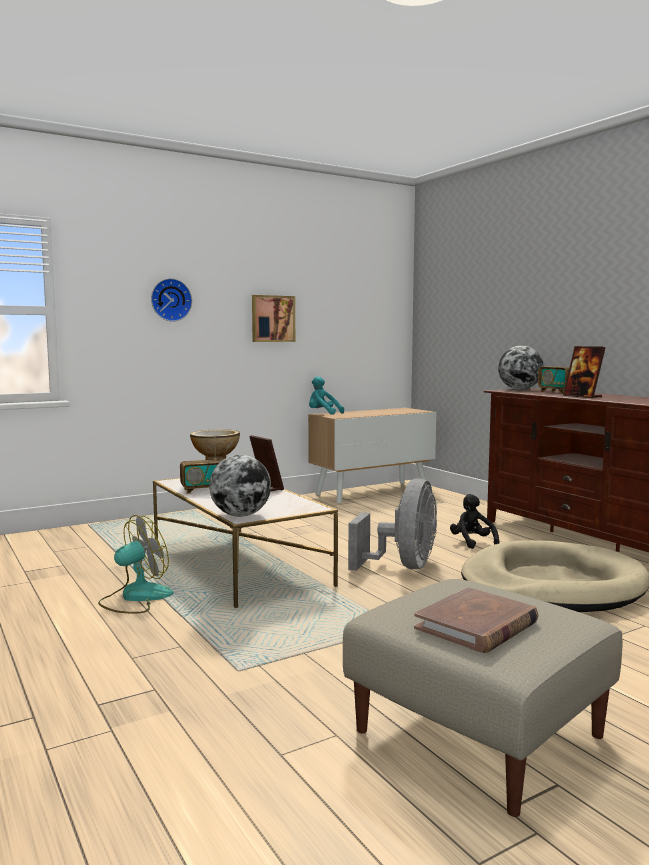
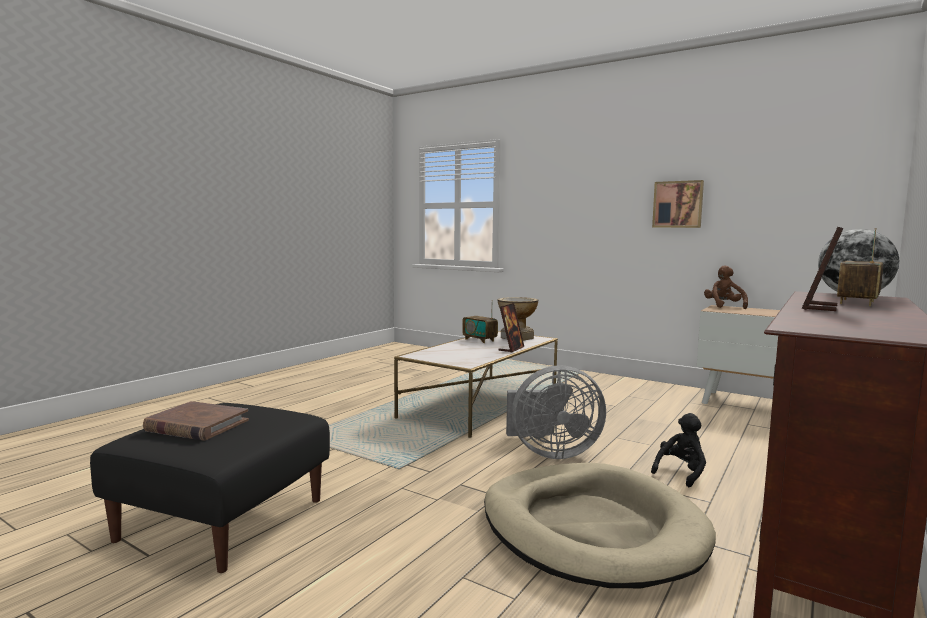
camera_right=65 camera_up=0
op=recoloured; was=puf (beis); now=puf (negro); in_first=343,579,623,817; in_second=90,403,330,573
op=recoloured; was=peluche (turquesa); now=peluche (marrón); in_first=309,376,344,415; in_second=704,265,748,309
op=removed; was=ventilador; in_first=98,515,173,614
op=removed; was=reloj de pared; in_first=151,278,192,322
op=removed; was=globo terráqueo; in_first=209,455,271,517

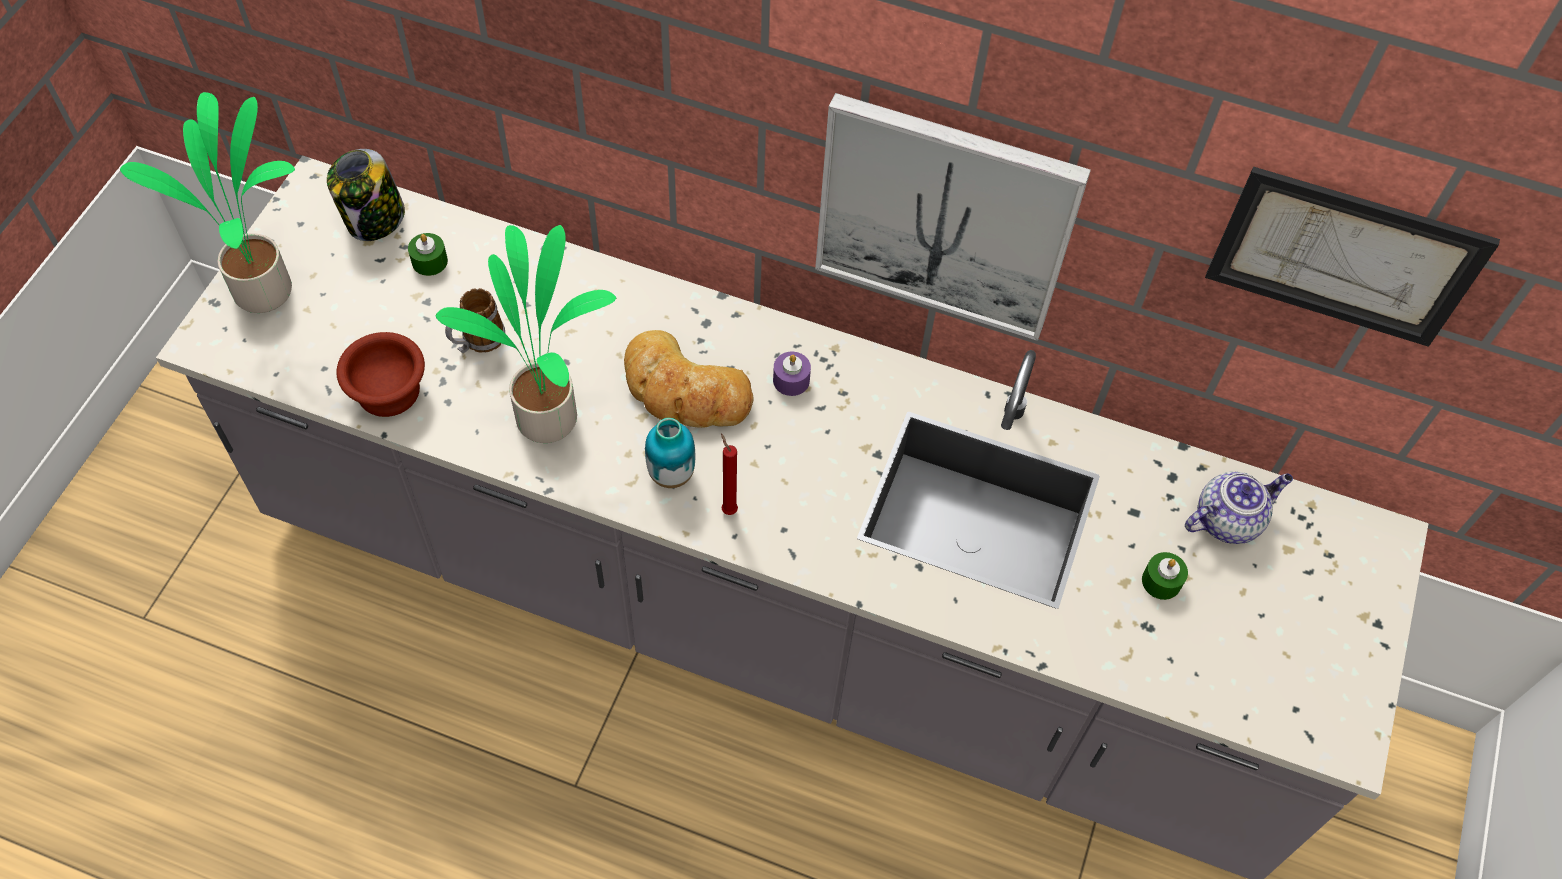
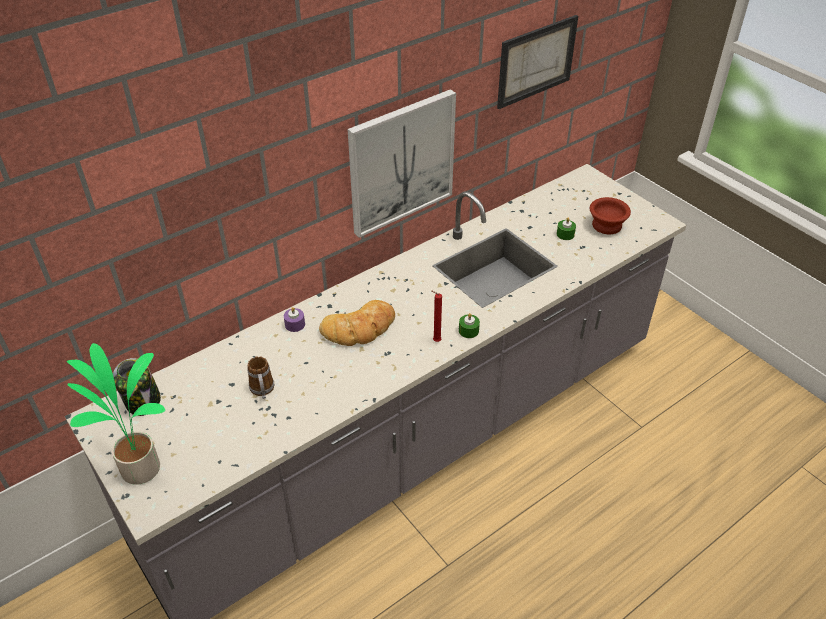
camera_right=-55 camera_up=-15
op=moved; was=vela (morado); in_first=773,352,811,396; in_second=284,307,305,332
op=moved; was=vela (verde); in_first=408,233,448,276; in_second=459,313,480,338
op=moved; was=cuenco (marrón); in_first=336,332,425,417; in_second=590,197,631,234
op=removed; was=planta en maceta; in_first=436,225,616,443
op=removed; was=florero; in_first=645,418,696,488
op=removed; was=tetera; in_first=1185,472,1293,544

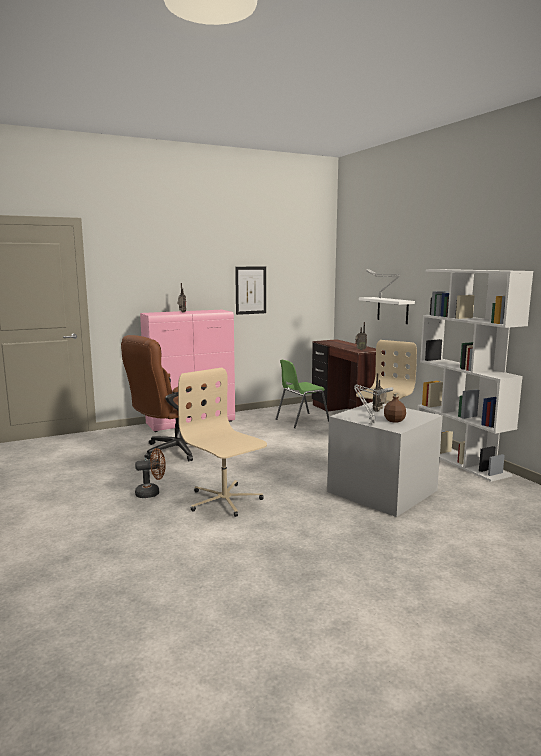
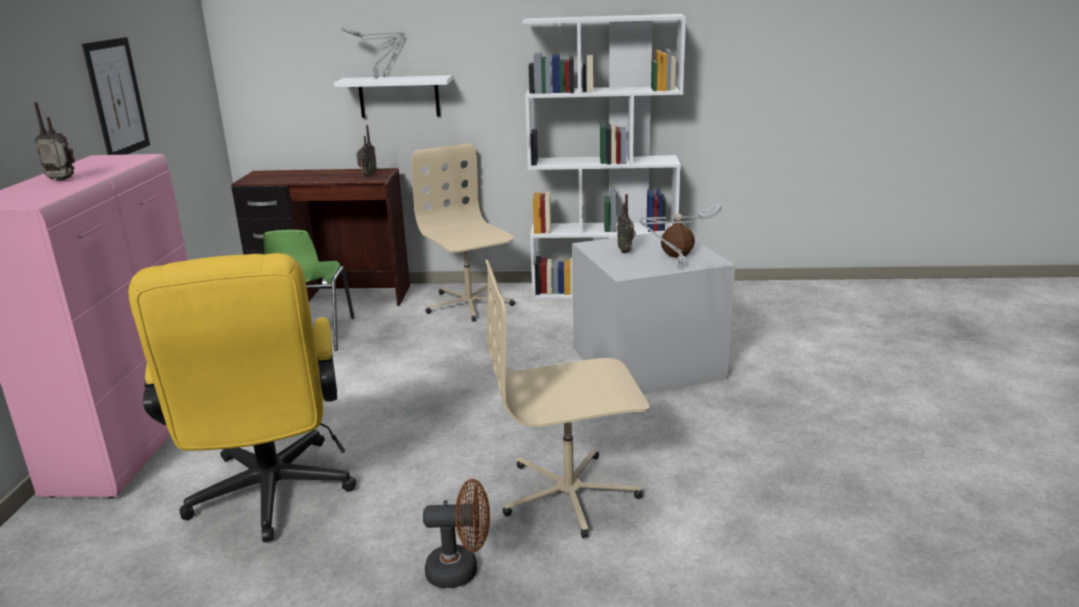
camera_right=-60 camera_up=10
op=recoloured; was=silla de oficina (marrón); now=silla de oficina (amarillo); in_first=121,335,206,461; in_second=128,253,356,542
op=turned; was=ventilador (marrón); in_first=135,448,166,498; in_second=423,479,490,588; clockwise=75

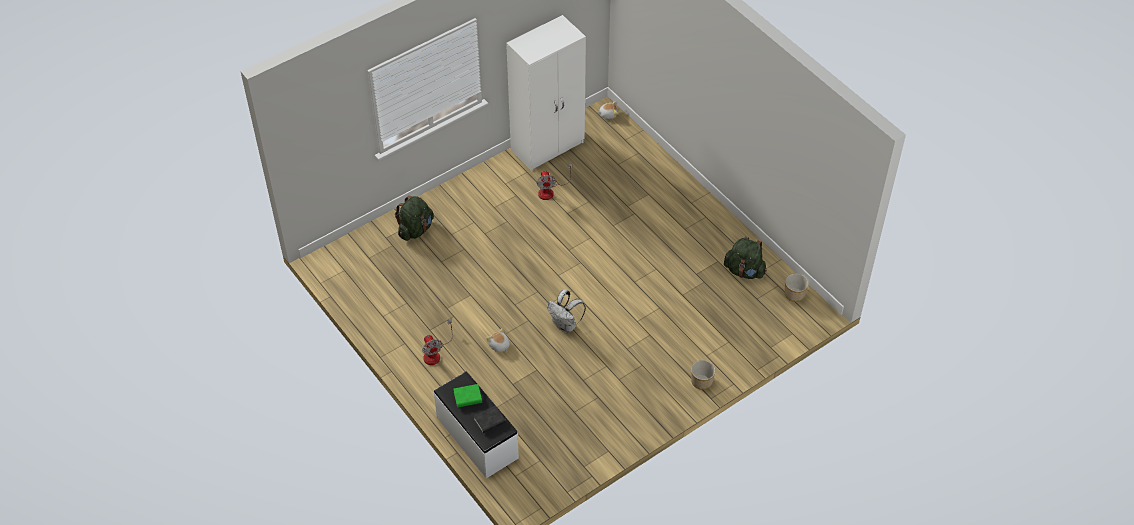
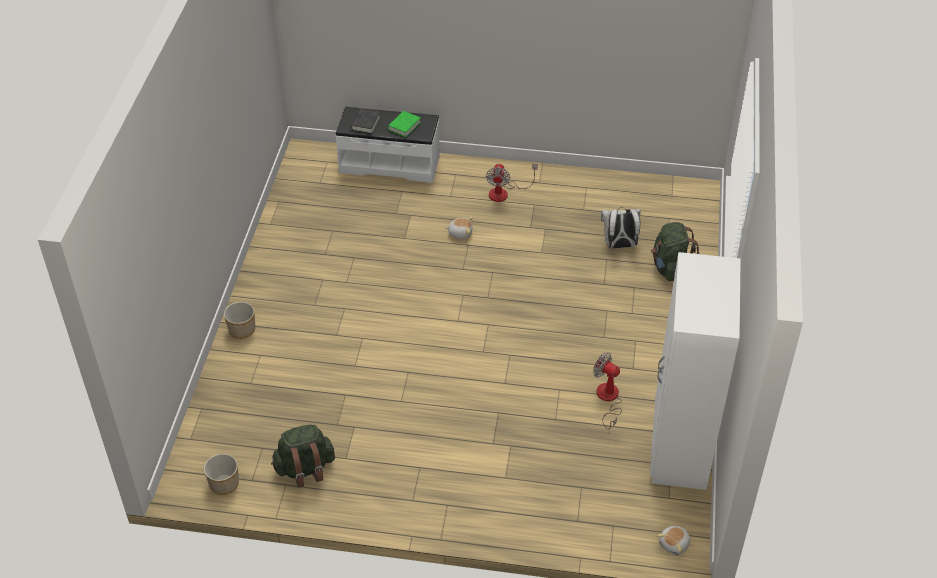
camera_right=135 camera_up=-5
op=turned; was=ventilador; in_first=422,319,453,365; in_second=486,164,538,202; clockwise=-105
op=moved; was=mochila (blanco); in_first=548,290,586,333; in_second=601,207,641,249

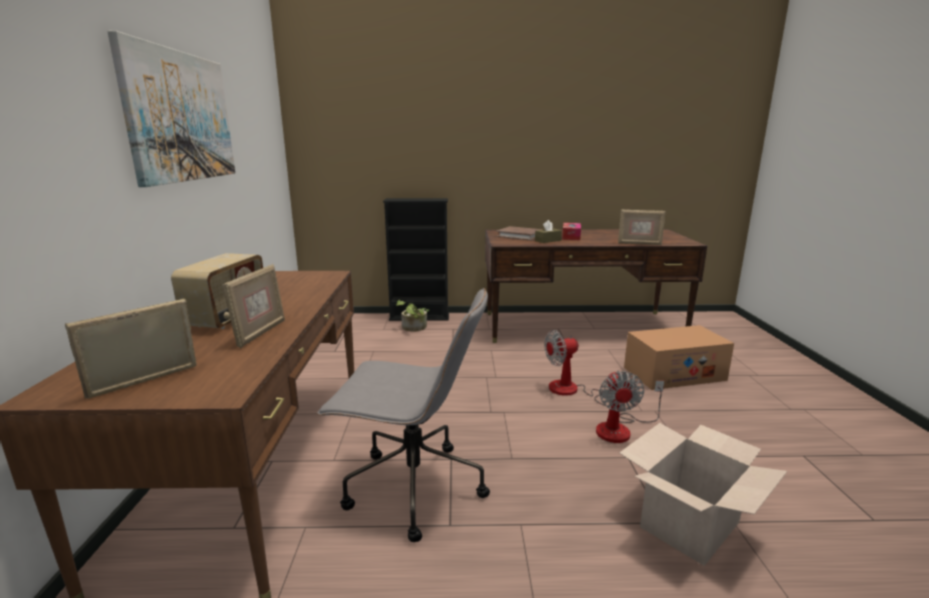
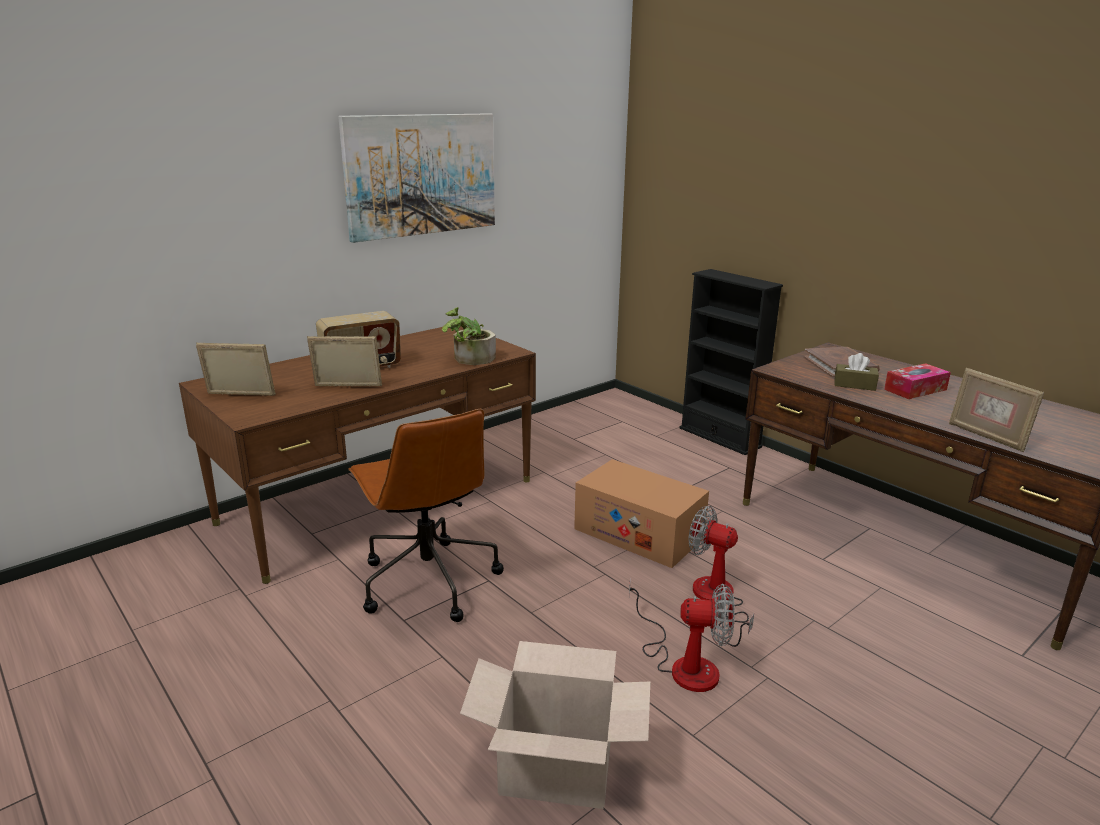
camera_right=50 camera_up=5
op=turned; was=portarretratos; in_first=222,264,285,348; in_second=307,336,382,387; clockwise=-150
op=recoloured; was=silla de oficina (gris); now=silla de oficina (marrón); in_first=317,288,490,542; in_second=349,409,504,622
op=moved; was=planta en maceta; in_first=396,300,429,332; in_second=442,307,496,365
op=moved; was=caja de cartón; in_first=624,325,734,390; in_second=574,459,709,568
op=turned; was=ventilador; in_first=596,370,664,443; in_second=629,577,735,692; clockwise=-135

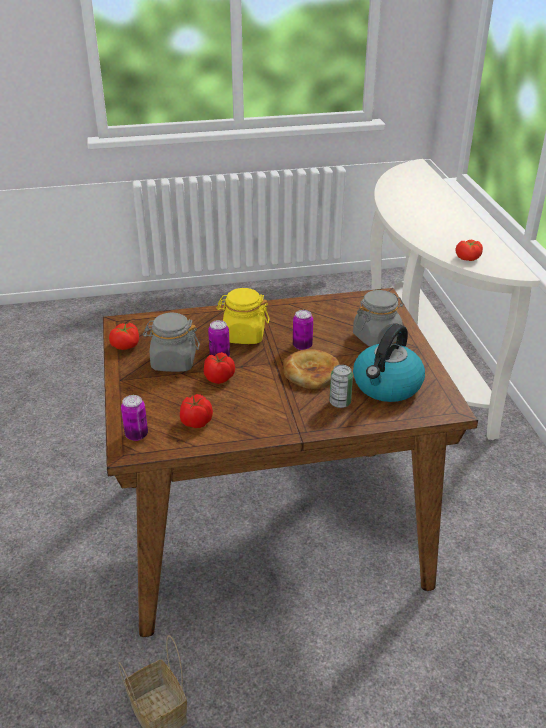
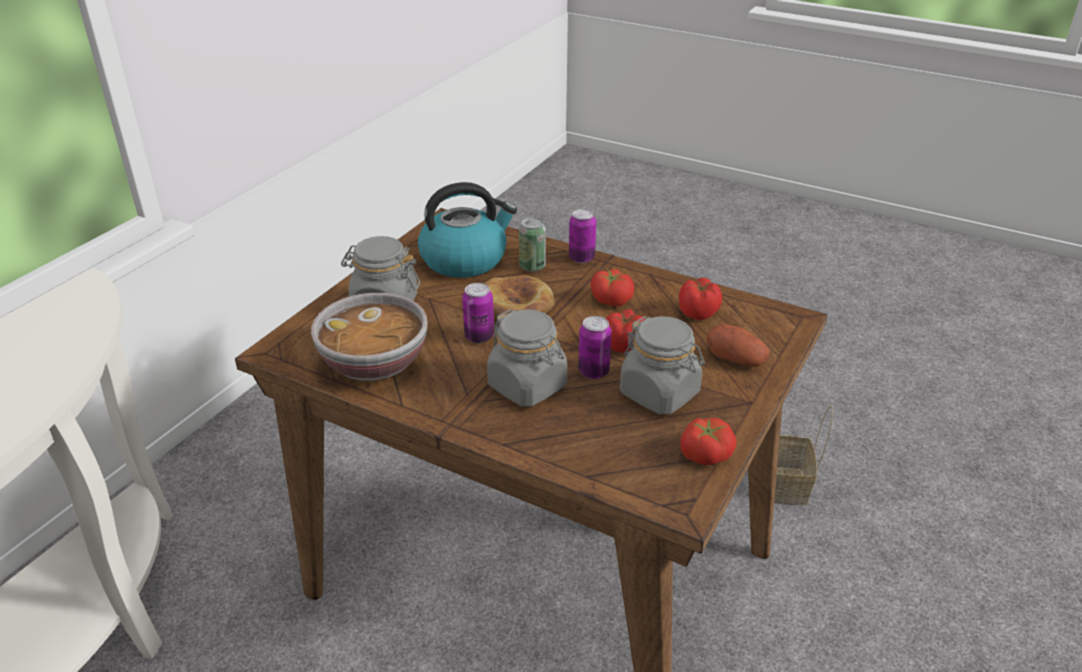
camera_right=-140 camera_up=0
op=added; now=cuenco; in_second=311,293,427,381
op=recoloured; was=tarro (amarillo); now=tarro (gris); in_first=217,288,270,344; in_second=487,309,567,407
op=moved; was=lata; in_first=121,395,148,441; in_second=569,209,596,263
op=moved; was=tomate; in_first=455,240,483,261; in_second=591,269,634,306
op=added; now=patata; in_second=707,324,770,367

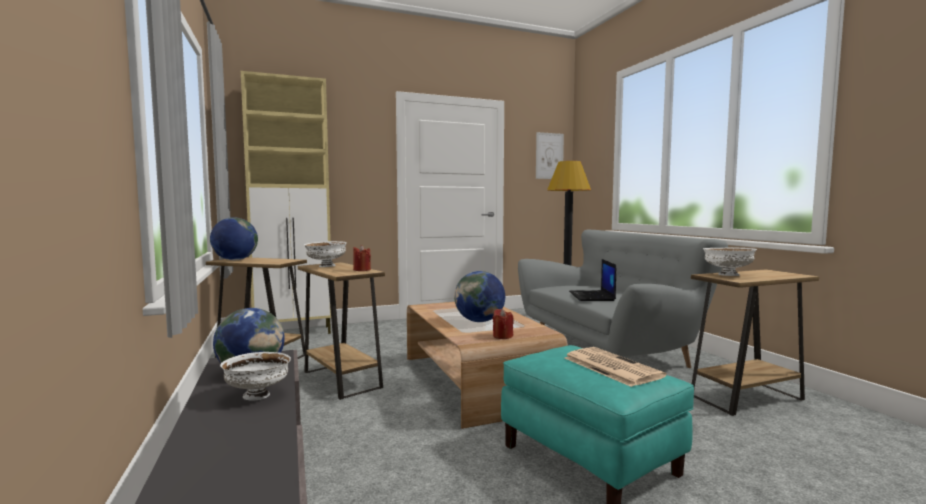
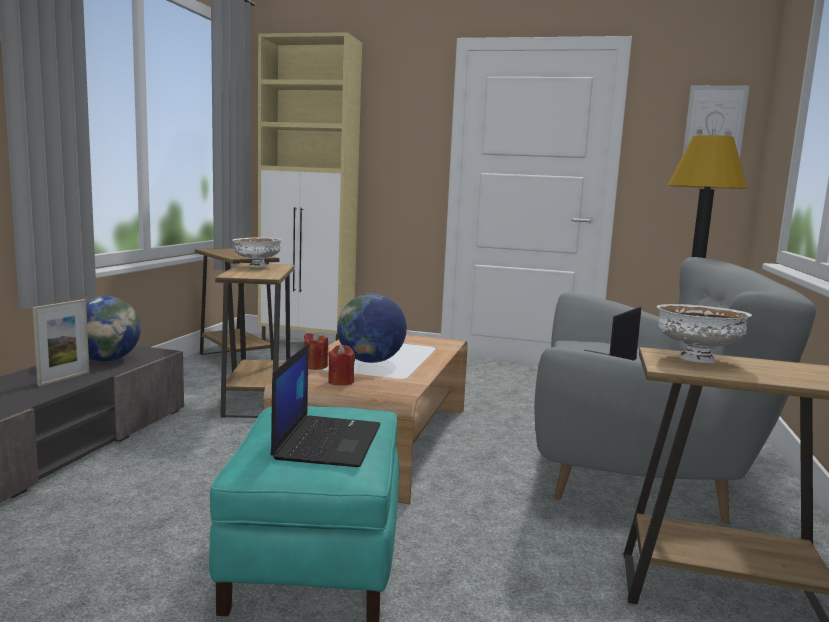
camera_right=35 camera_up=5
op=replaced; was=cuenco (blanco); now=portarretratos; in_first=220,352,291,401; in_second=33,299,89,386
op=replaced; was=periódico; now=portátil; in_first=565,347,666,387; in_second=271,343,381,467
op=moved; was=vela (rojo); in_first=353,245,371,271; in_second=304,332,328,370
op=removed; was=globo terráqueo; in_first=210,217,258,260

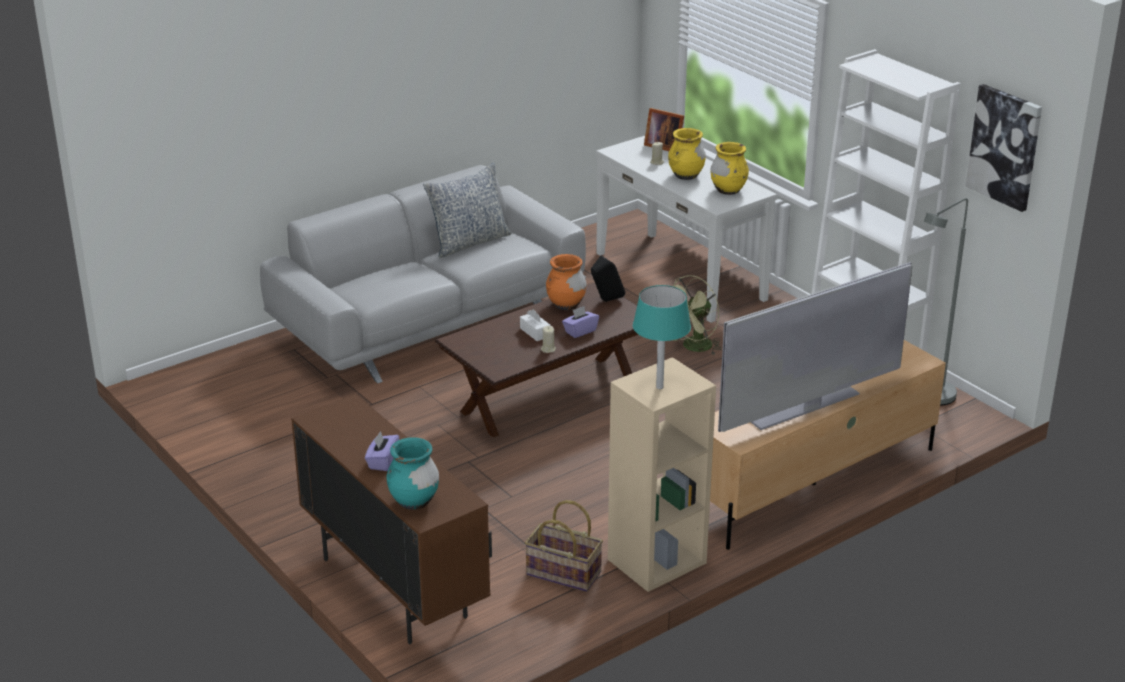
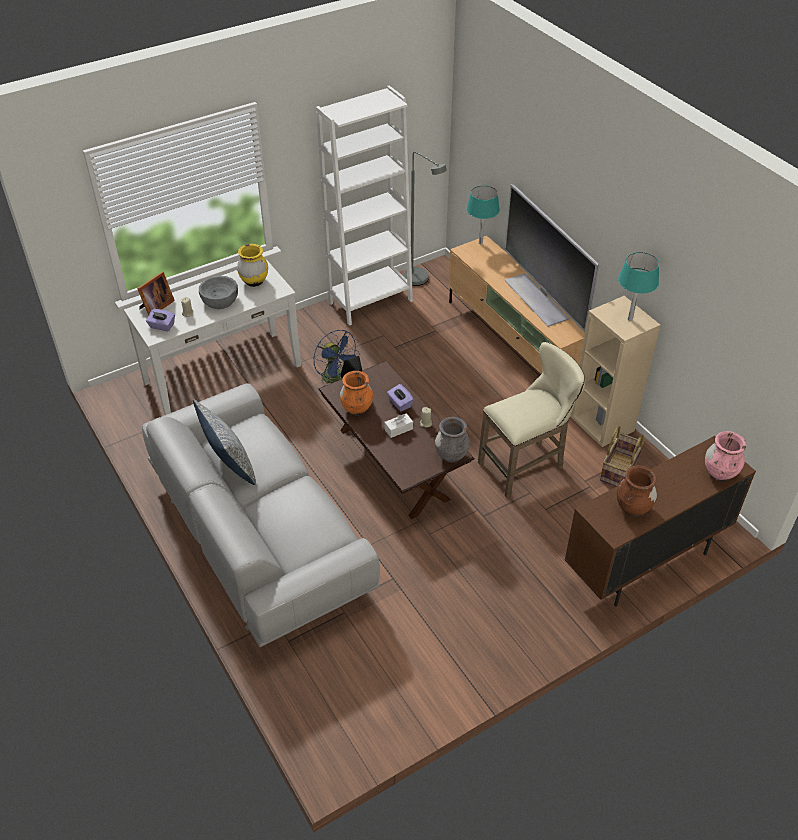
camera_right=-85 camera_up=15
op=moved; was=caja de pañuelos (morado); in_first=365,431,399,471; in_second=146,309,175,331
op=replaced; was=florero (amarillo); now=cuenco (gris); in_first=668,128,706,180; in_second=199,276,238,309
op=recoloured; was=ventilador (verde); now=ventilador (azul); in_first=673,275,722,356; in_second=313,330,359,387
op=added; now=florero (gris); in_second=435,417,470,463
op=added; now=lámpara de mesa (turquesa); in_second=467,185,500,244
op=added; now=taburete (beis); in_second=478,342,585,498
op=added; now=florero (marrón); in_second=617,465,657,516
op=recoloured; was=florero (turquesa); now=florero (rosa); in_first=386,437,439,510; in_second=705,431,747,481
op=removed; was=cuadro; in_first=965,84,1042,212

